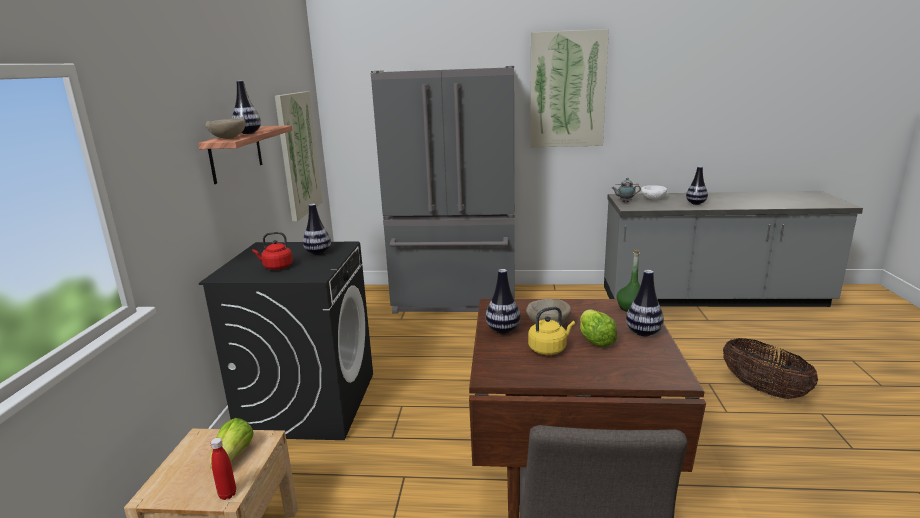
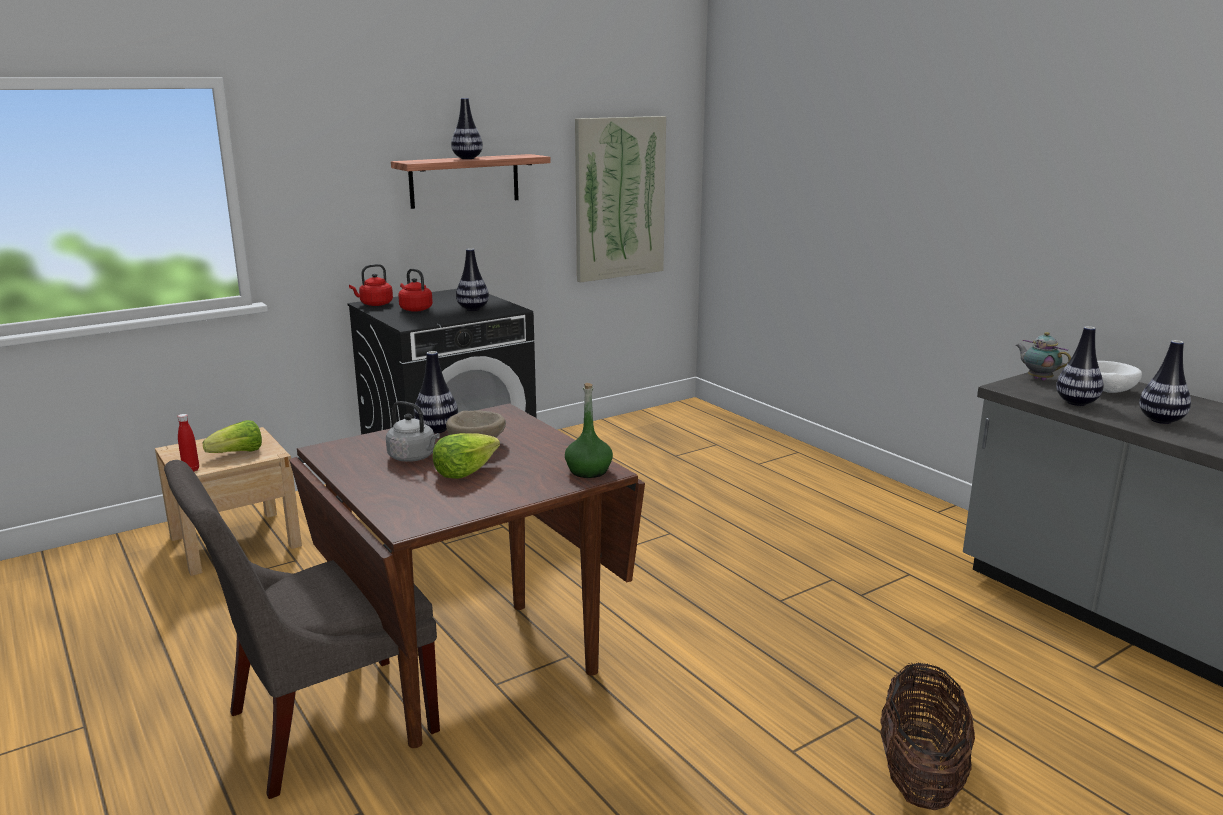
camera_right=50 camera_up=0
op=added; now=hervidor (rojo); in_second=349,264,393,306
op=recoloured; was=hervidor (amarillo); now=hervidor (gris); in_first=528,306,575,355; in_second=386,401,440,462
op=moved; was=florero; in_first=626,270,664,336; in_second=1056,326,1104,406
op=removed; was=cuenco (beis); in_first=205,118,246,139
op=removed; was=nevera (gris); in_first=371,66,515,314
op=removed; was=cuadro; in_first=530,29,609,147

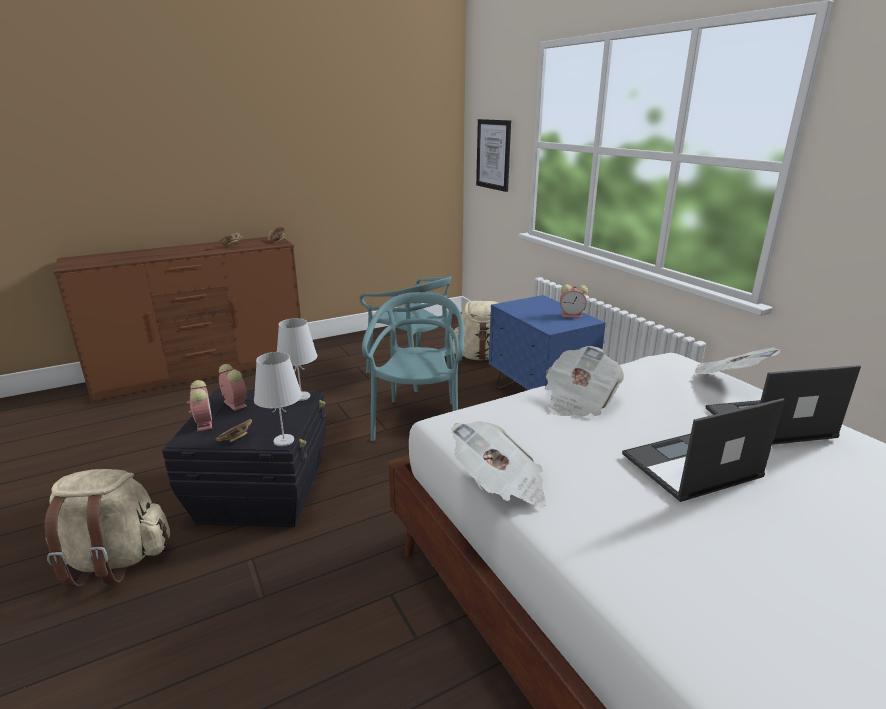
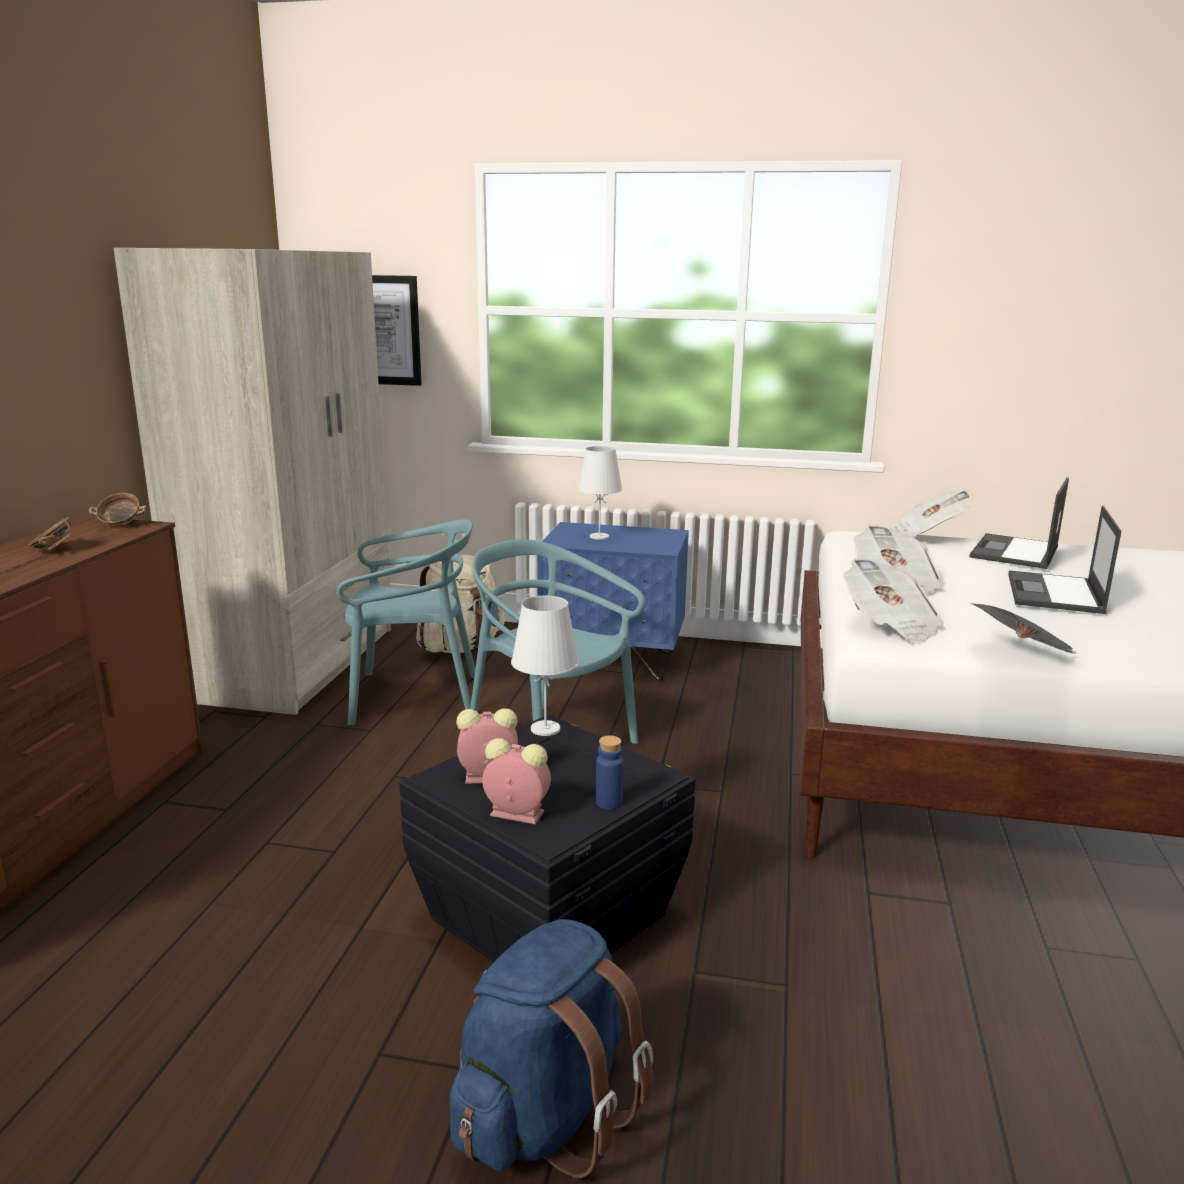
camera_right=-50 camera_up=-5
op=added; now=armario ropero (beis); in_second=114,248,391,715
op=recoloured; was=mochila (beis); now=mochila (azul); in_first=45,469,170,587; in_second=450,919,654,1178
op=moved; was=lámpara de mesa (blanco); in_first=254,352,302,446; in_second=578,446,622,540
op=replaced; was=cuenco; now=botella (azul); in_first=216,419,252,442; in_second=596,735,624,810
op=added; now=periódico; in_second=843,558,944,645
op=removed; was=despertador; in_first=560,285,588,318

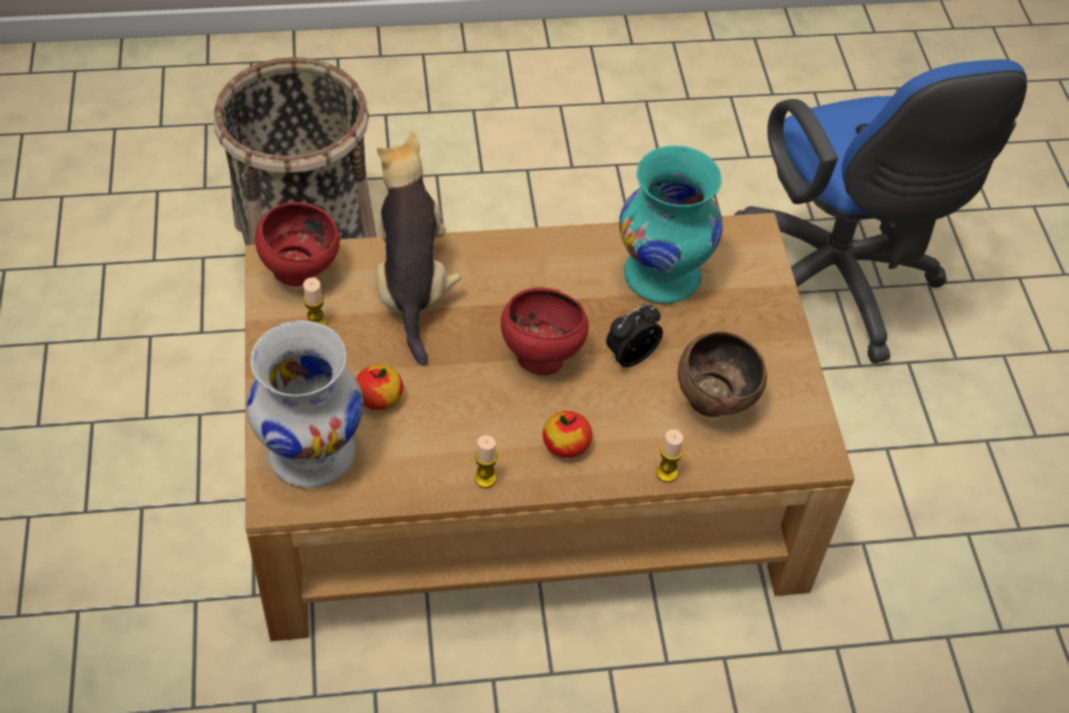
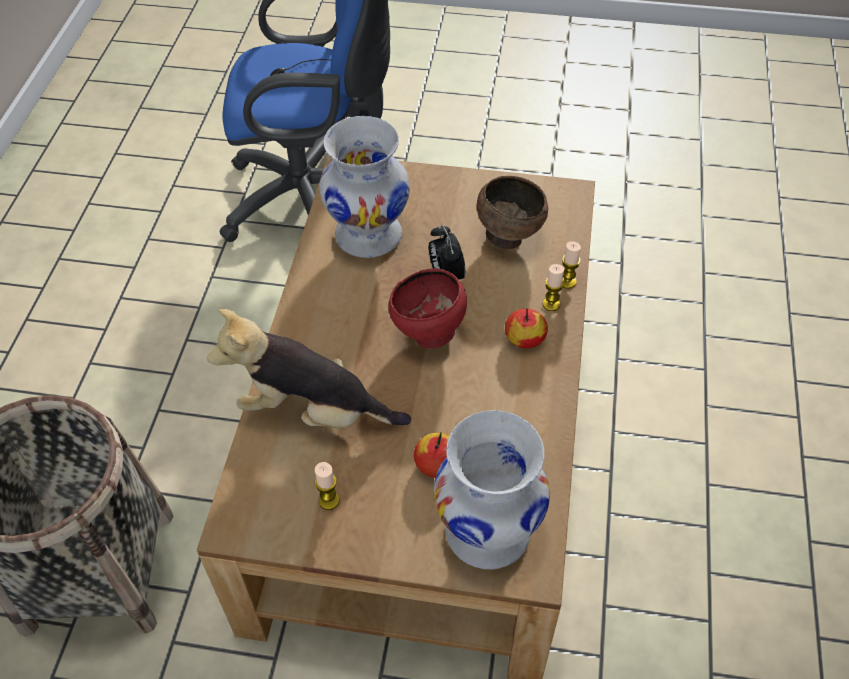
camera_right=-70 camera_up=0
op=recoloured; was=florero (turquesa); now=florero (blanco); in_first=619,145,723,303; in_second=320,116,410,258
op=moved; was=vela; in_first=475,435,497,488; in_second=542,264,564,311
op=removed; was=cuenco (rojo); in_first=255,202,340,286

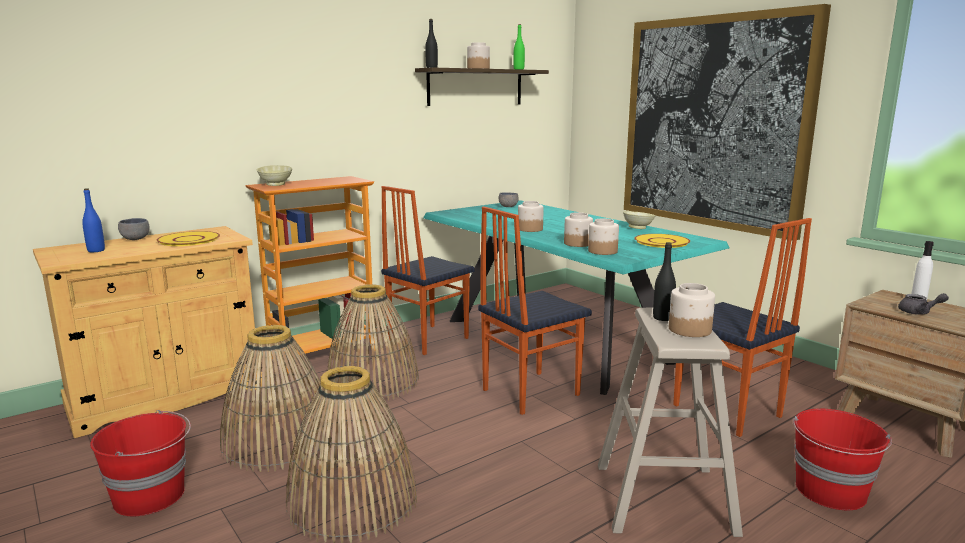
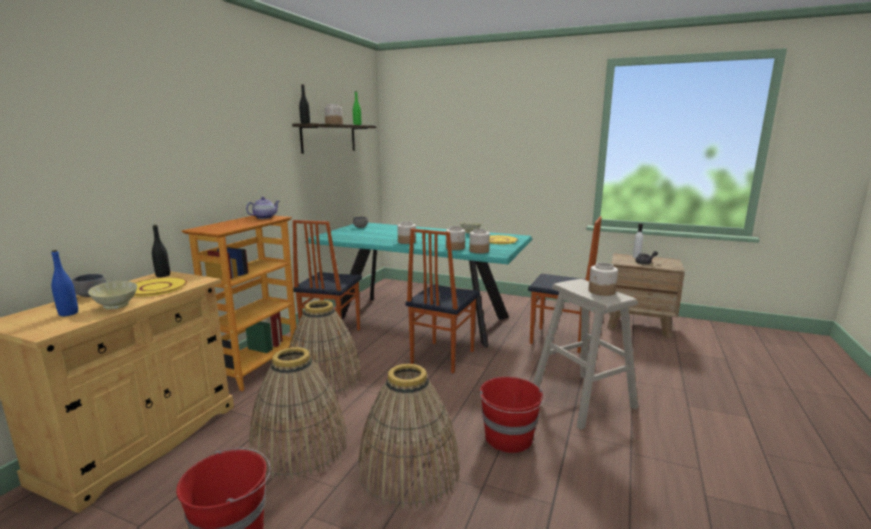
camera_right=-30 camera_up=0
op=moved; was=cuenco (beis); in_first=257,165,292,186; in_second=88,281,137,310
op=moved; was=botella (negro); in_first=653,242,676,321; in_second=152,225,170,277
op=added; now=tetera; in_second=246,197,279,219
op=moved; was=cubo (rojo); in_first=793,409,892,510; in_second=480,377,545,453
op=removed; was=cuadro; in_first=624,4,831,240

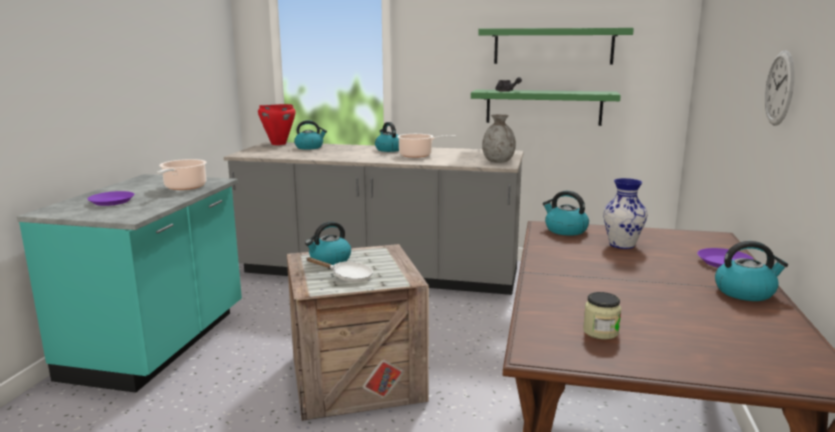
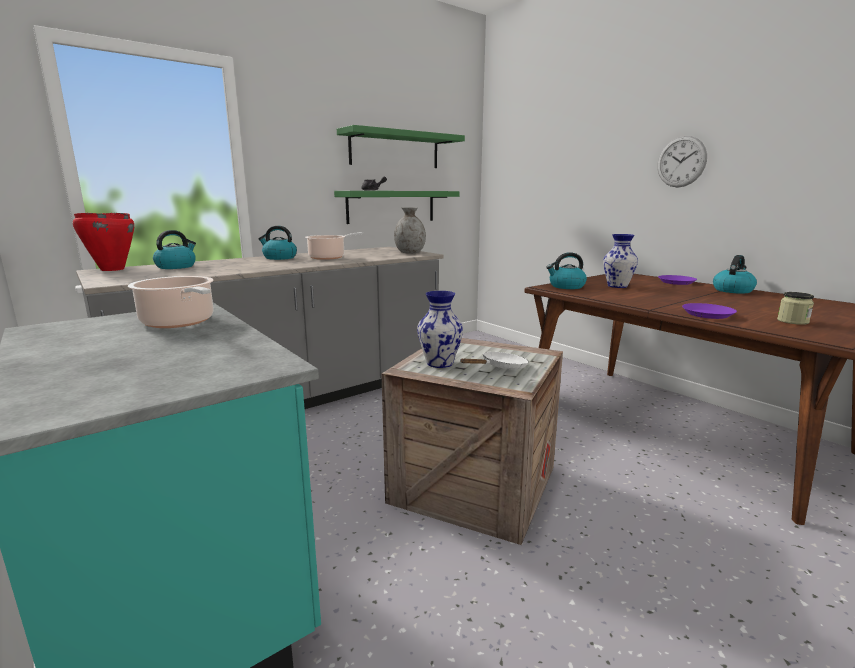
camera_right=-50 camera_up=0
op=replaced; was=hervidor; now=florero; in_first=305,222,351,265; in_second=417,291,463,368
op=moved; was=plato (morado); in_first=87,191,134,206; in_second=682,303,737,319

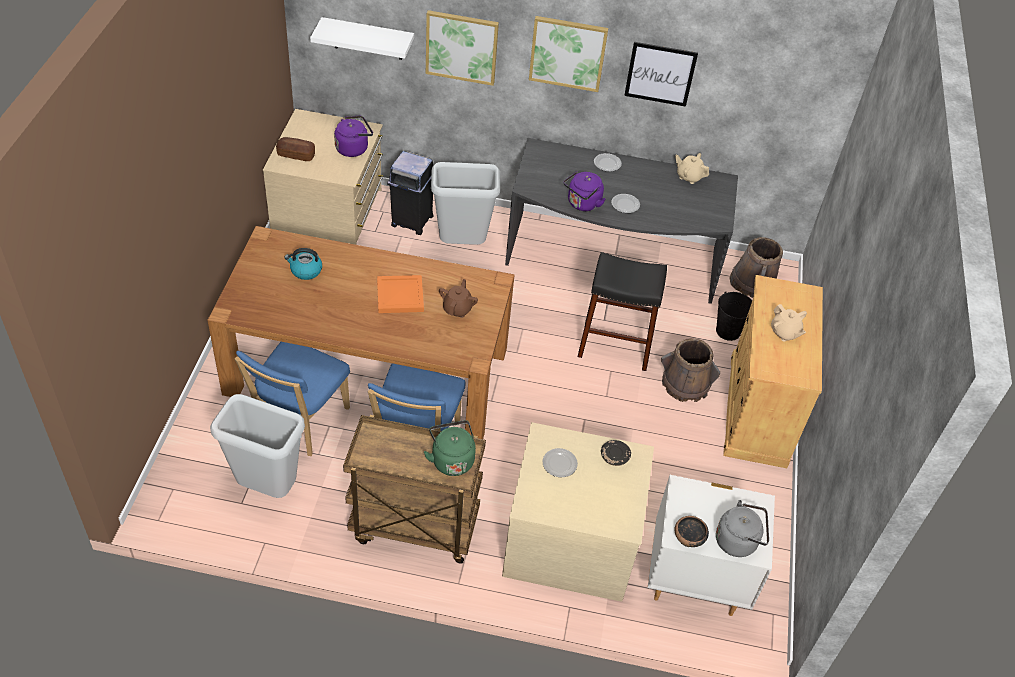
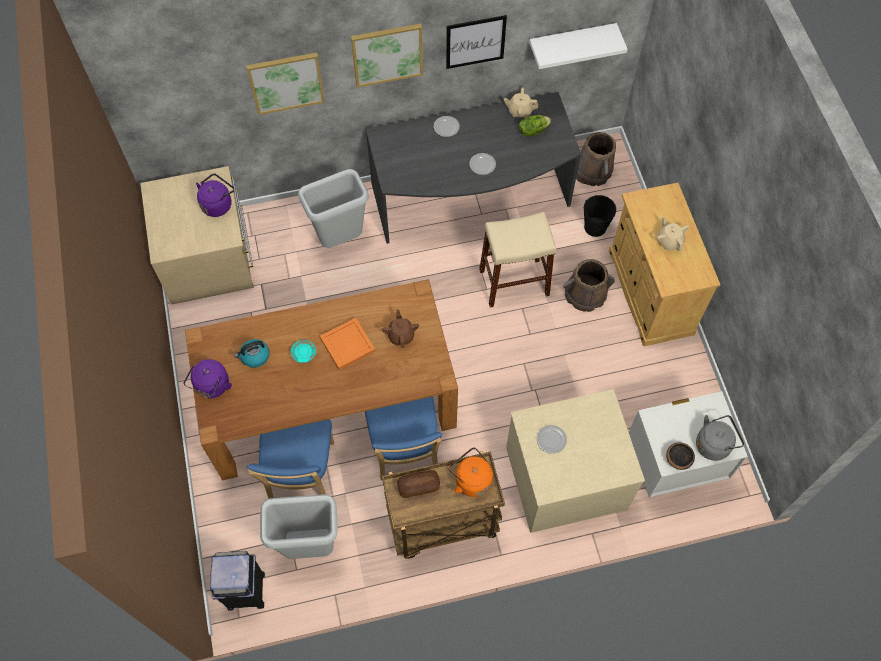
camera_right=-20 camera_up=15
op=moved; was=hervidor (morado); in_first=563,171,605,211; in_second=183,359,232,398
op=moved; was=papelera (negro); in_first=387,151,433,235; in_second=210,551,265,611
op=added; now=plato (turquesa); in_second=291,340,316,363
op=moved; was=pan; in_first=276,137,315,161; in_second=397,470,440,498
op=recoloured; was=hervidor (verde); now=hervidor (naranja); in_first=424,420,476,476; in_second=449,447,493,497
op=recoloured; was=taburete (negro); now=taburete (beis); in_first=577,252,667,371; in_second=479,212,556,307
op=added; now=lechuga; in_second=519,115,551,137
op=moved; was=estante (blanco); in_first=310,17,414,60; in_second=529,23,628,69
op=turned; was=tetera (beis); in_first=771,304,807,342; in_second=657,217,689,251; clockwise=-150
op=removed; was=plato (negro); in_first=601,440,631,466

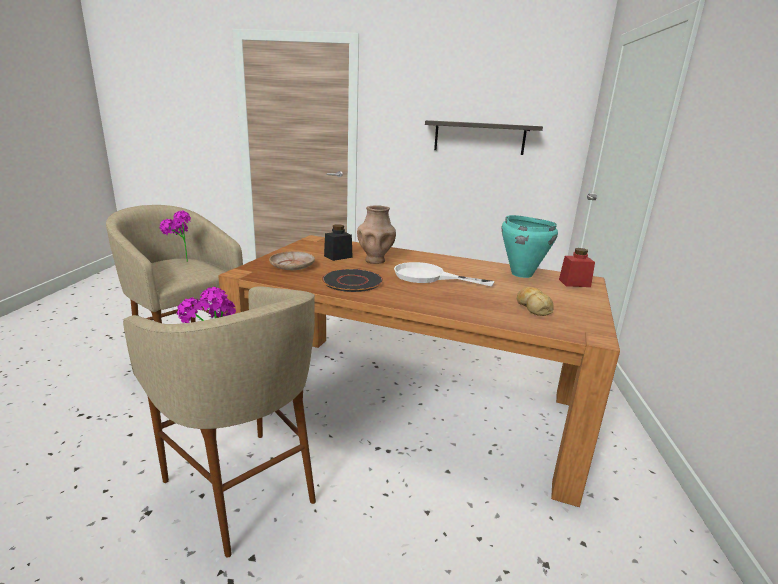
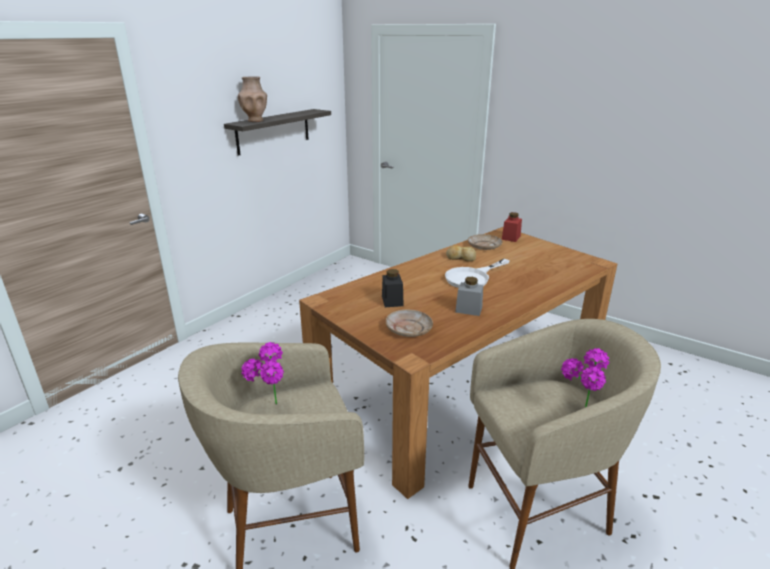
camera_right=-60 camera_up=5
op=moved; was=florero (marrón); in_first=357,205,396,264; in_second=238,76,267,122
op=moved; was=pan; in_first=517,287,554,316; in_second=446,245,476,262
op=replaced; was=plato (negro); now=tarro (gris); in_first=322,269,383,292; in_second=455,277,483,316
op=replaced; was=olla (turquesa); now=plato (beis); in_first=502,215,558,278; in_second=468,234,502,250

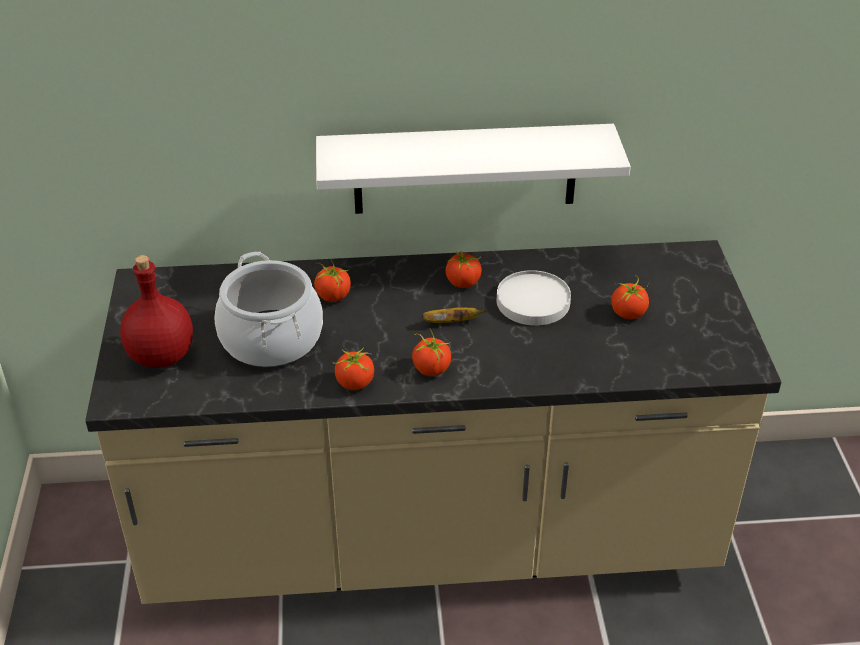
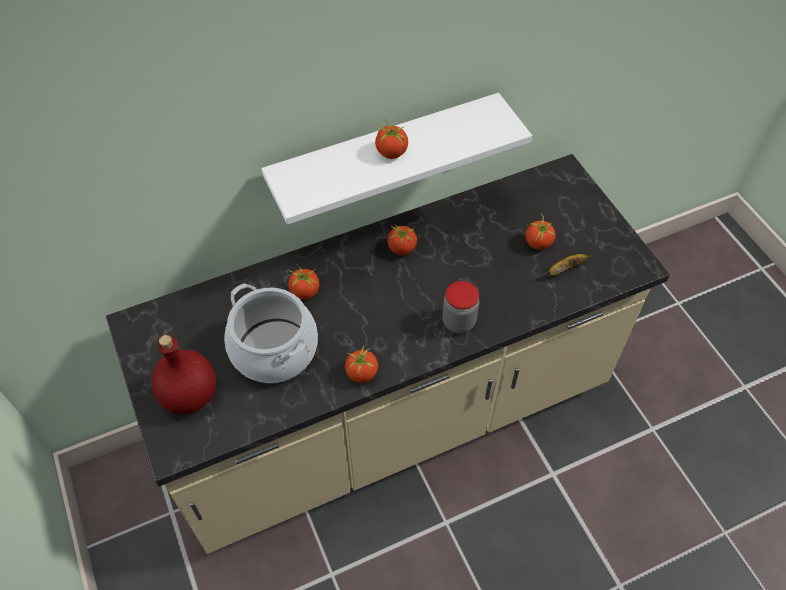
camera_right=-20 camera_up=15
op=moved; was=tomate; in_first=412,329,451,376; in_second=374,119,408,159
op=added; now=tarro; in_second=442,281,479,334
op=moved; was=plátano; in_first=422,307,486,323; in_second=548,254,595,276
op=removed; was=plato (blanco); in_first=497,270,571,326

